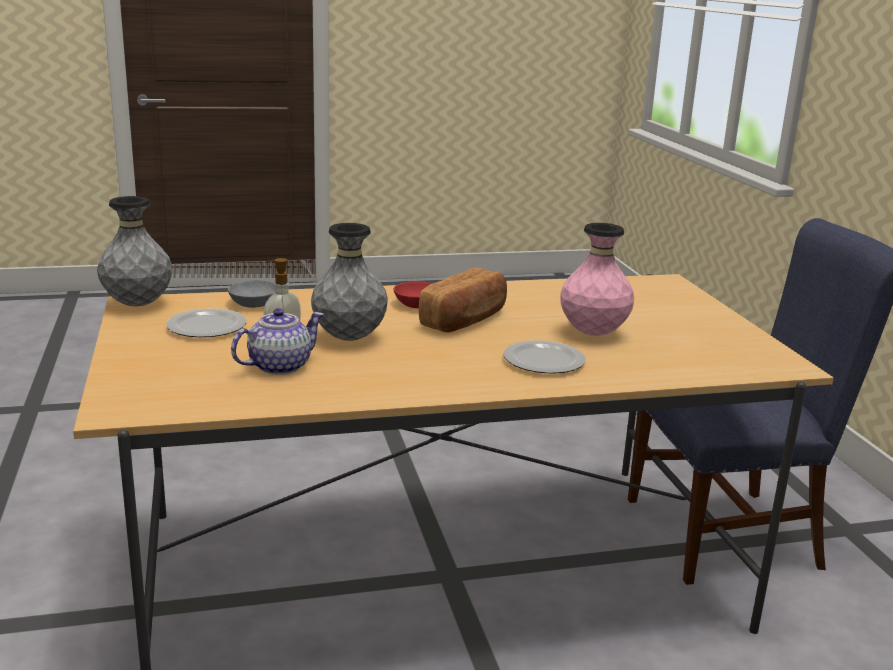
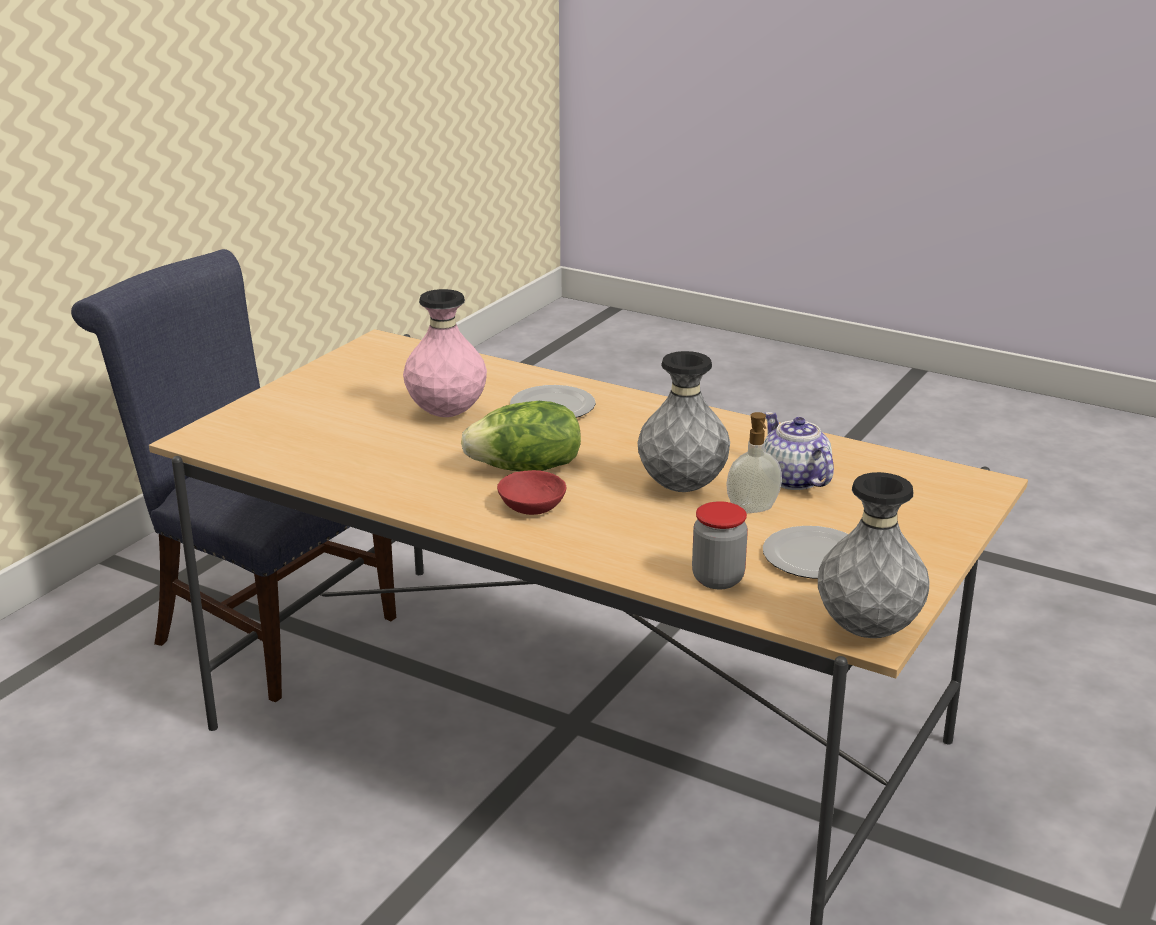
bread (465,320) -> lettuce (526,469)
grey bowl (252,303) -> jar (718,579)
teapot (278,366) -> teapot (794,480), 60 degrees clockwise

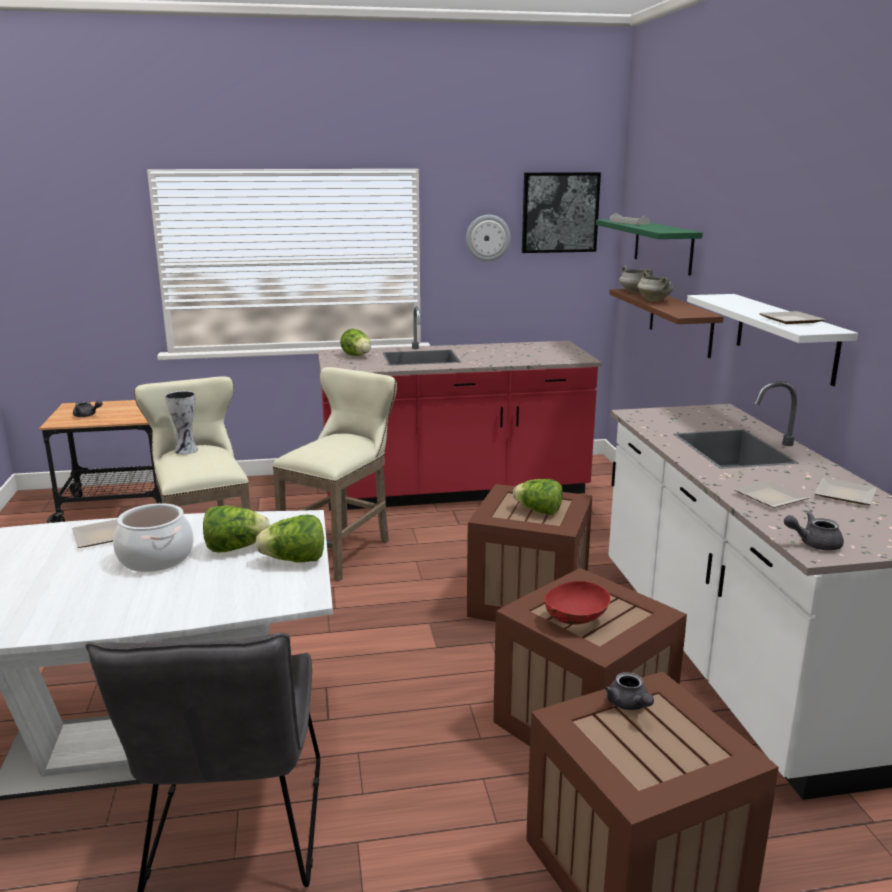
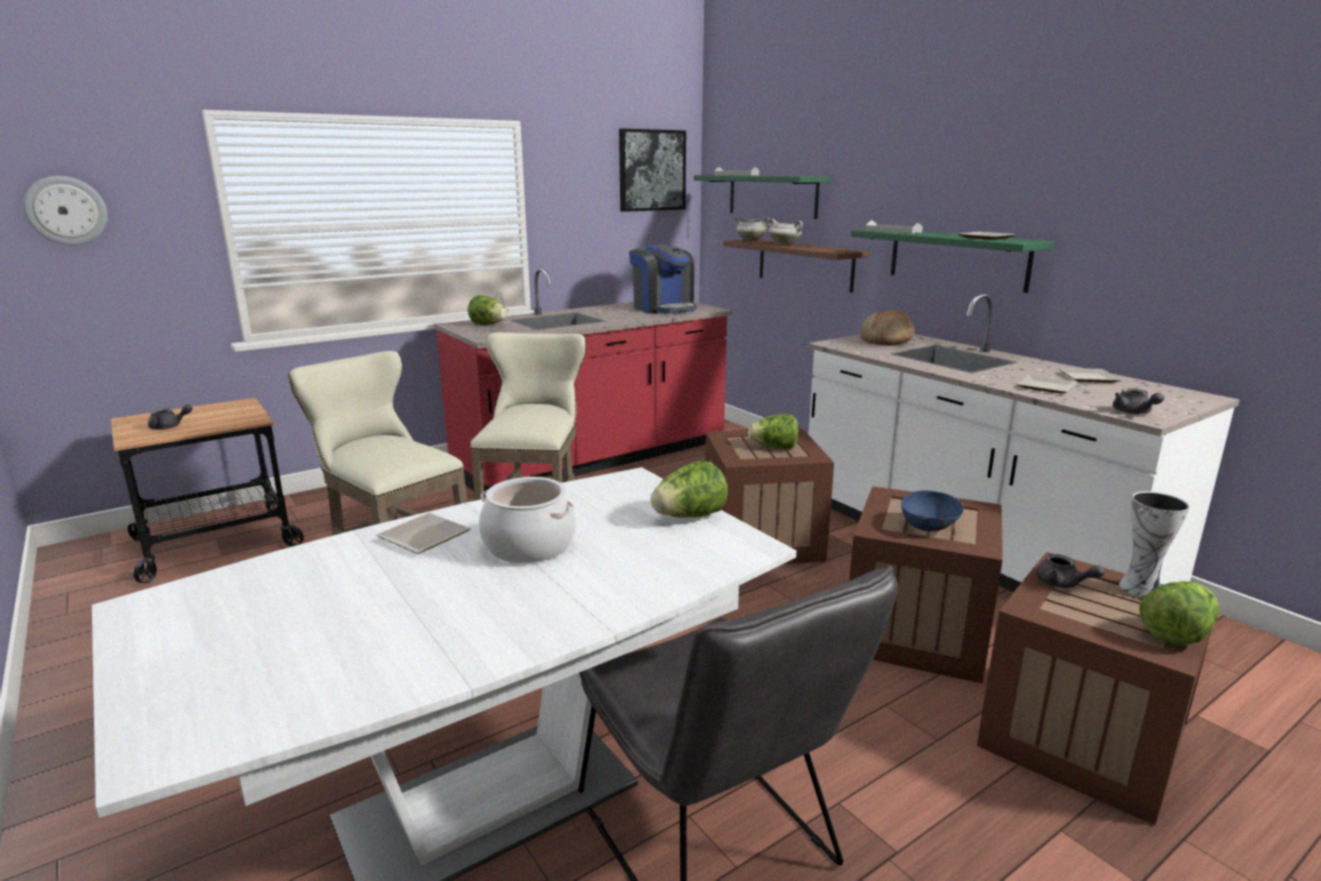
wall clock (487,238) -> wall clock (66,210), relocated
none -> coffee machine (664,308)
white shelf (785,337) -> green shelf (957,258)
none -> bread (886,341)
none -> grey tray (893,231)
red bowl (576,620) -> blue bowl (929,527)
grey teapot (813,544) -> grey teapot (1134,412), 75 degrees counterclockwise
vase (187,450) -> vase (1141,588), relocated
lettuce (235,548) -> lettuce (1176,634), relocated

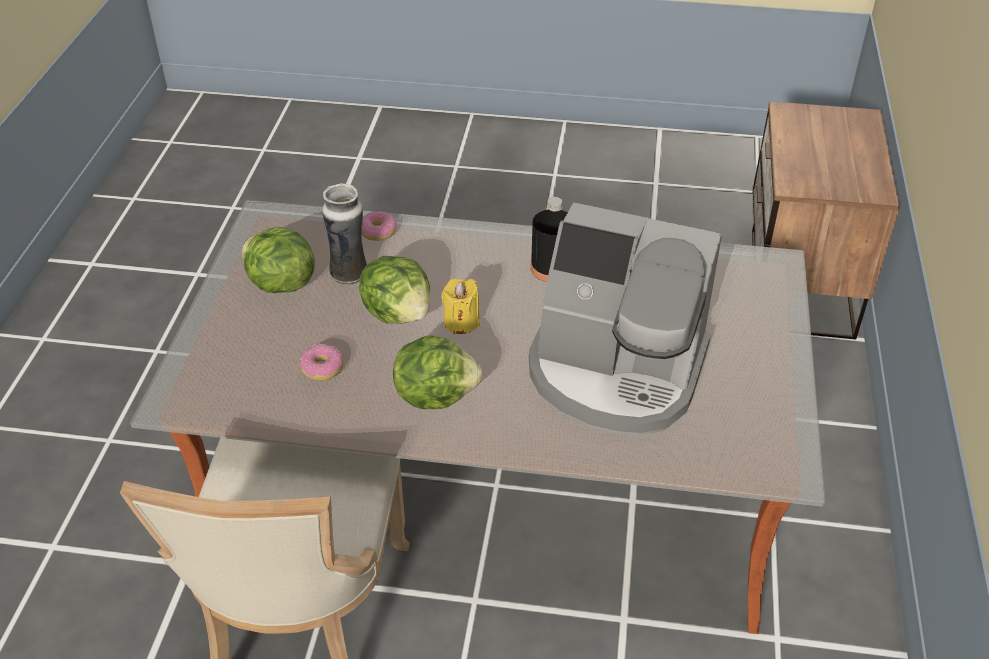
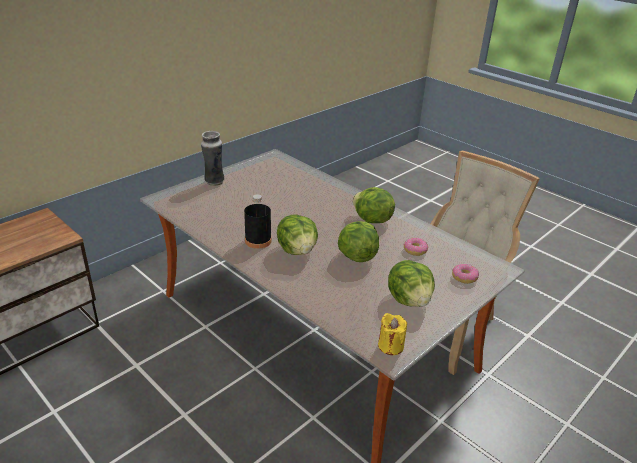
vase (349,275) -> vase (214,182), relocated
none -> lettuce (297,250)
yellow candle (461,322) -> yellow candle (390,346), relocated
donut (378,232) -> donut (464,277), relocated
coffee machine (616,372) -> none

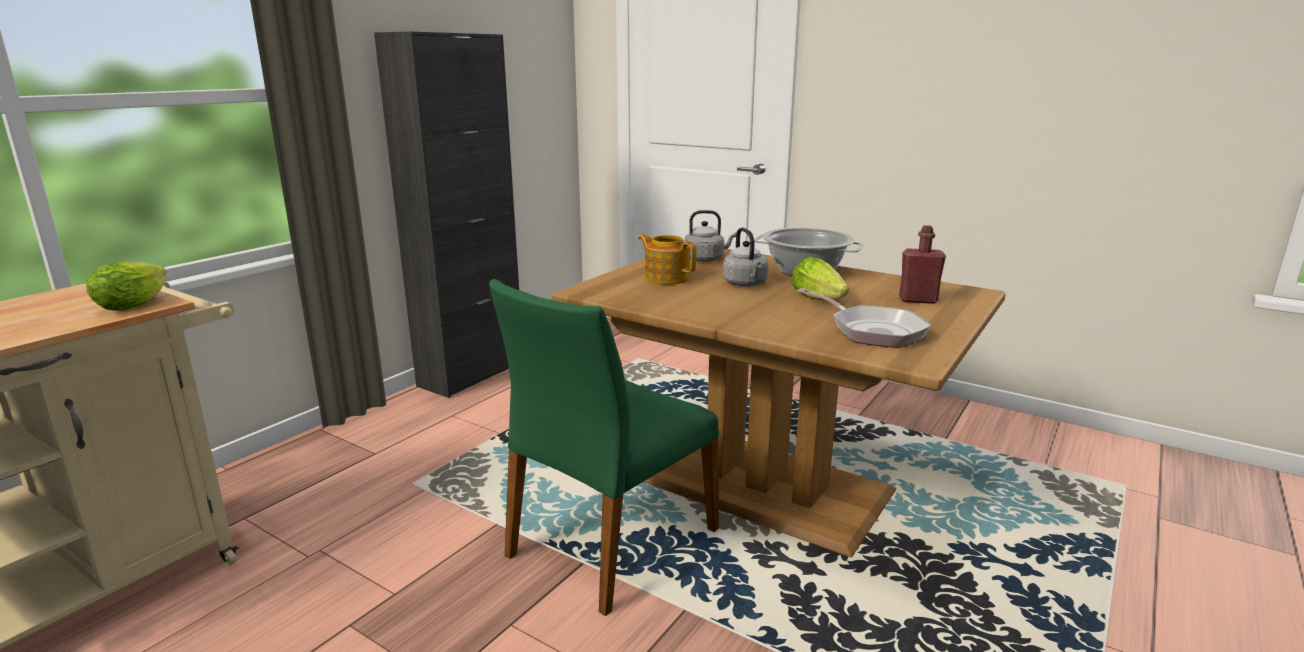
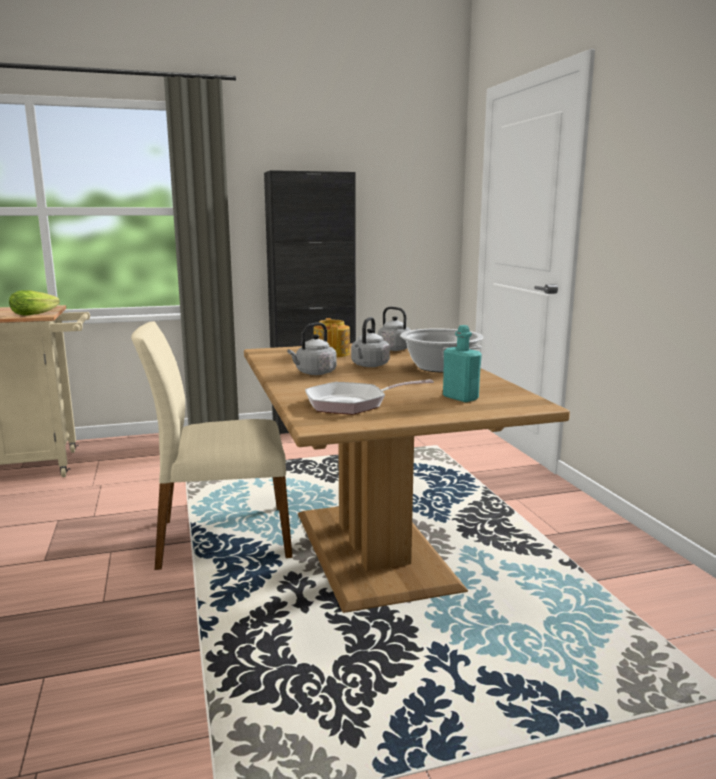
green chair (609,542) -> beige chair (222,537)
none -> grey kettle (314,373)
frying pan (871,331) -> frying pan (352,404), 75 degrees clockwise
red bottle (918,300) -> turquoise bottle (460,398)
lettuce (820,298) -> none

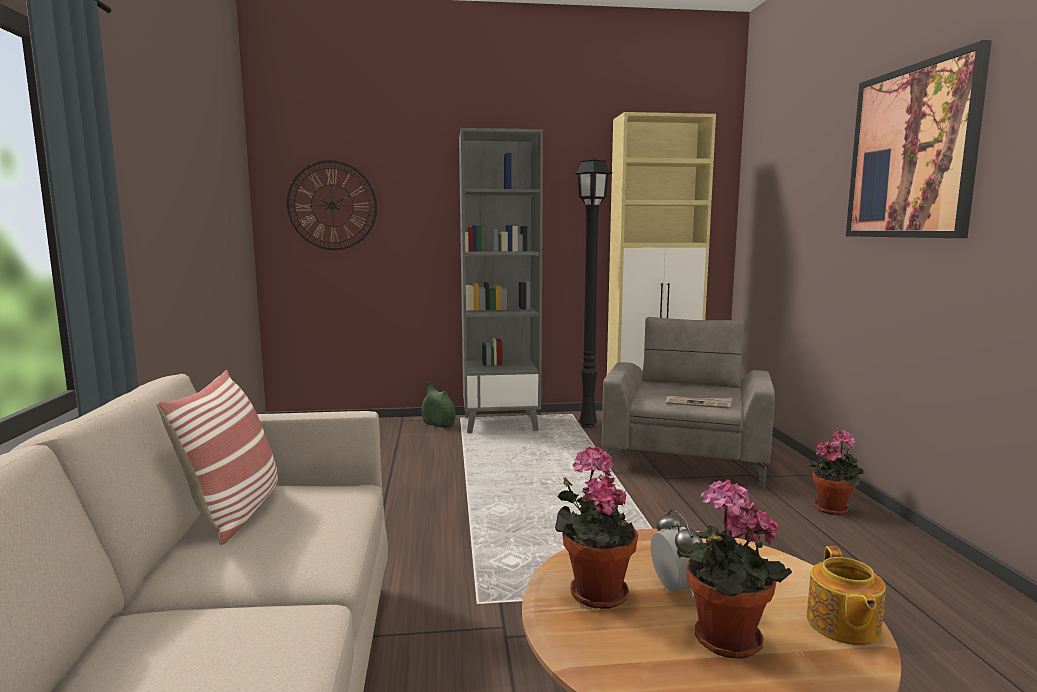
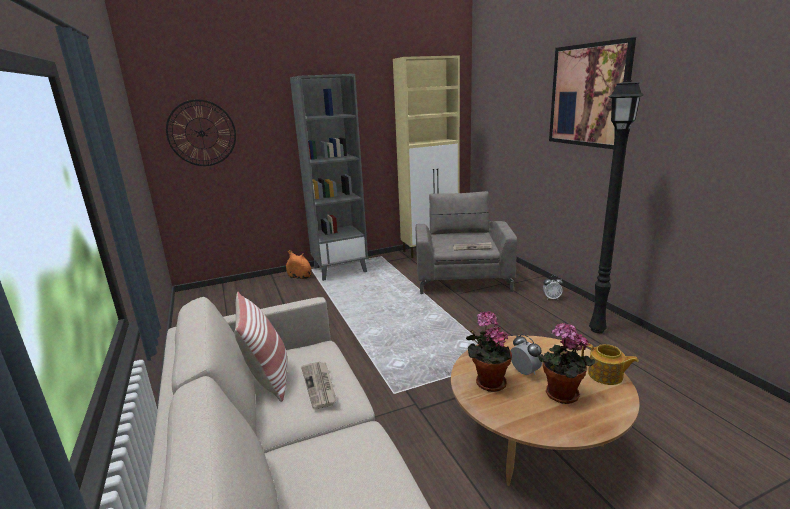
green vase (438,424) -> orange vase (299,277)
none -> newspaper (319,386)
potted plant (833,508) -> alarm clock (551,298)
teapot (842,625) -> teapot (606,375), 45 degrees counterclockwise
black floor lamp (589,426) -> black floor lamp (598,330), relocated

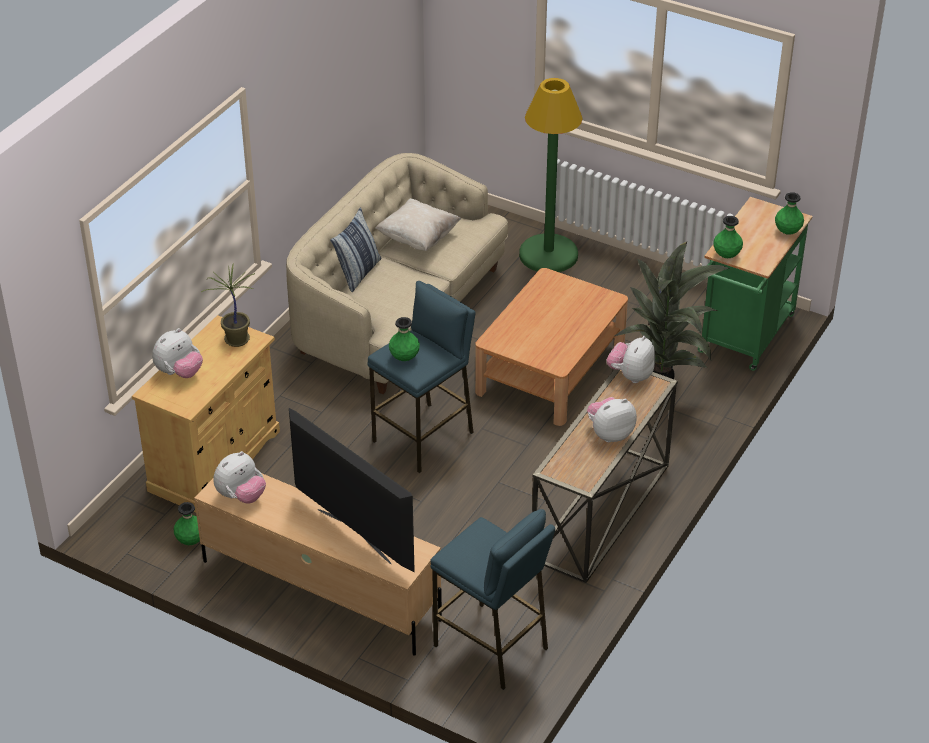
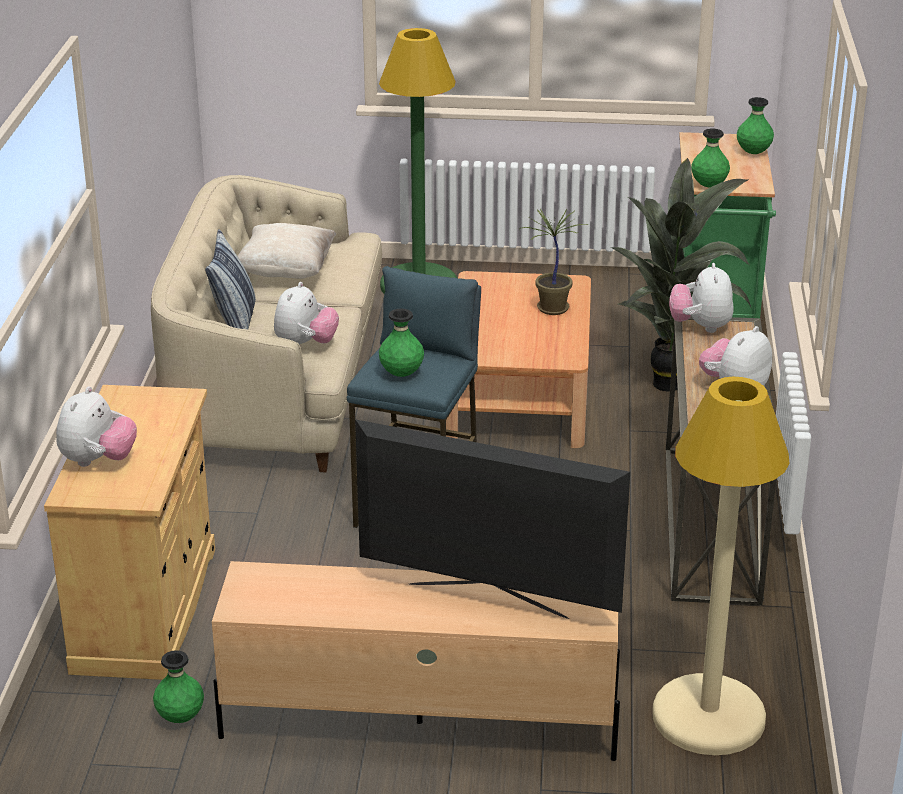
plush toy (241,496) -> plush toy (305,344), relocated
potted plant (235,340) -> potted plant (551,309), relocated
blue stool (491,647) -> beige floor lamp (708,717)

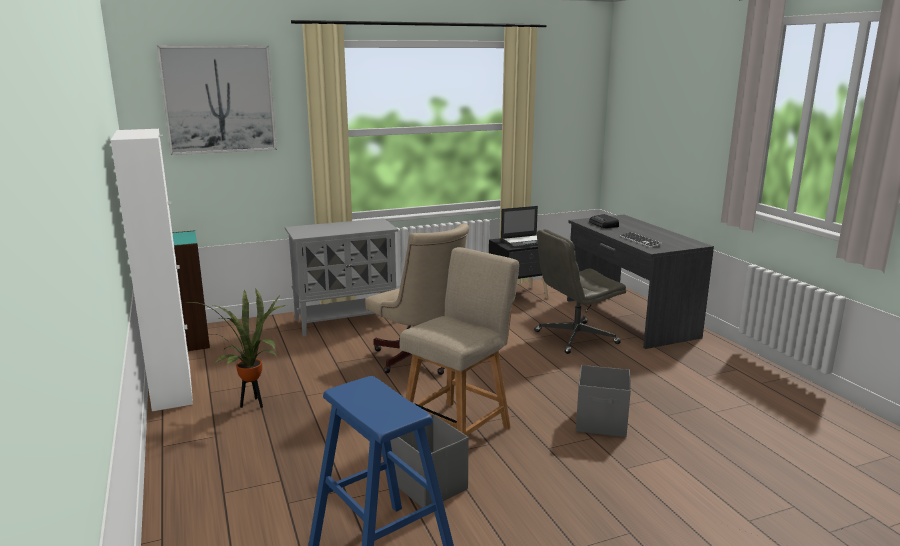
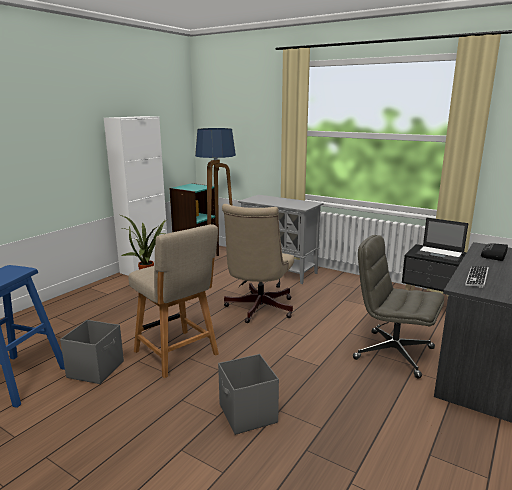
beige chair (459,428) -> beige chair (178,354), 45 degrees clockwise
none -> floor lamp (218,261)
picture (219,99) -> none

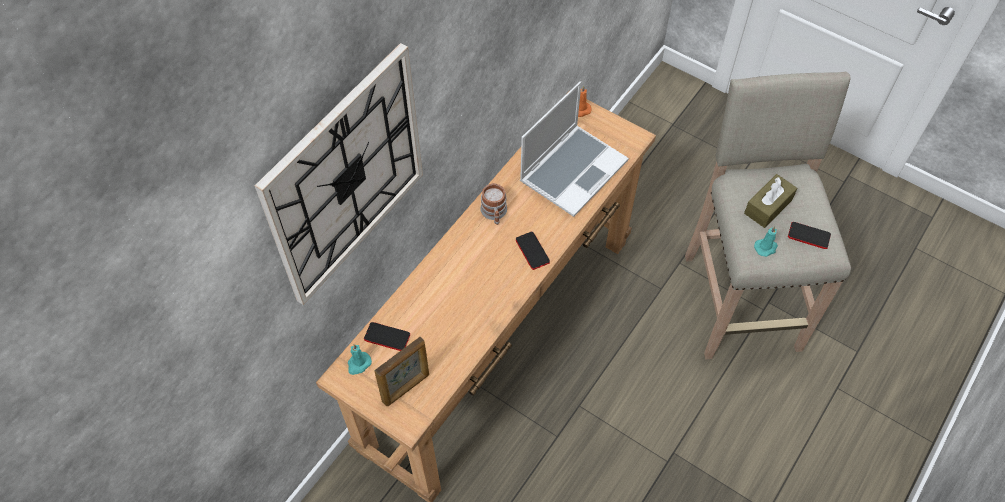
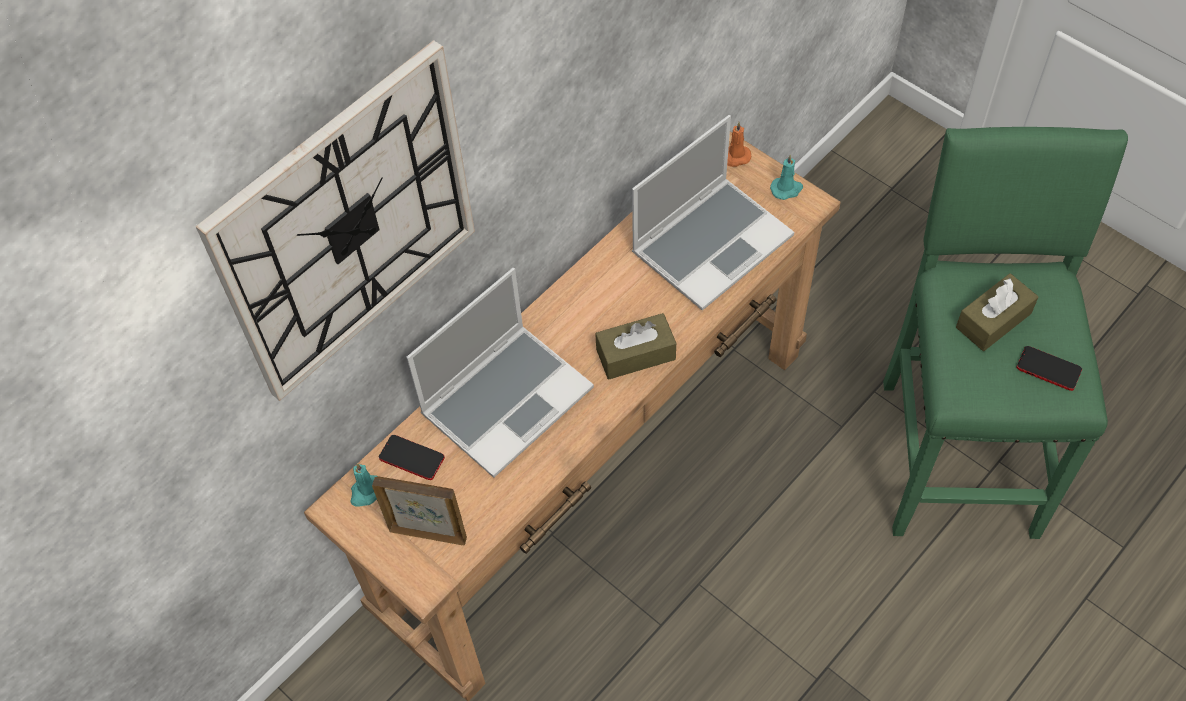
picture frame (406,388) -> picture frame (428,533), 135 degrees counterclockwise
none -> laptop (507,399)
phone (532,251) -> brown tissue box (635,354)
turquoise candle (766,247) -> turquoise candle (787,189), relocated
beige stool (740,299) -> green stool (957,452)
mug (494,213) -> none

